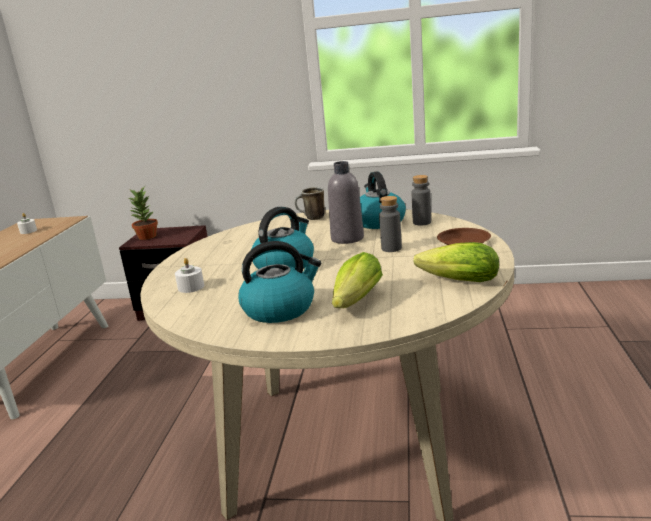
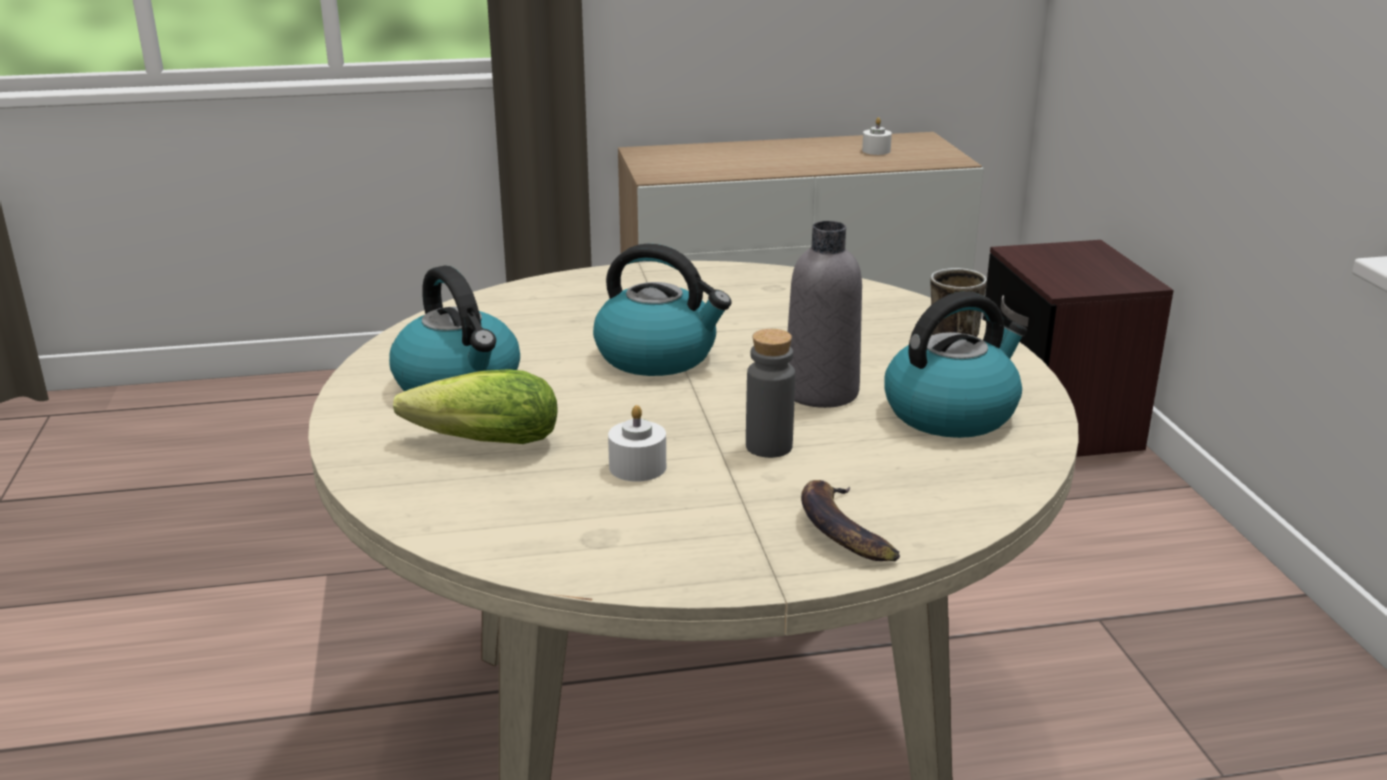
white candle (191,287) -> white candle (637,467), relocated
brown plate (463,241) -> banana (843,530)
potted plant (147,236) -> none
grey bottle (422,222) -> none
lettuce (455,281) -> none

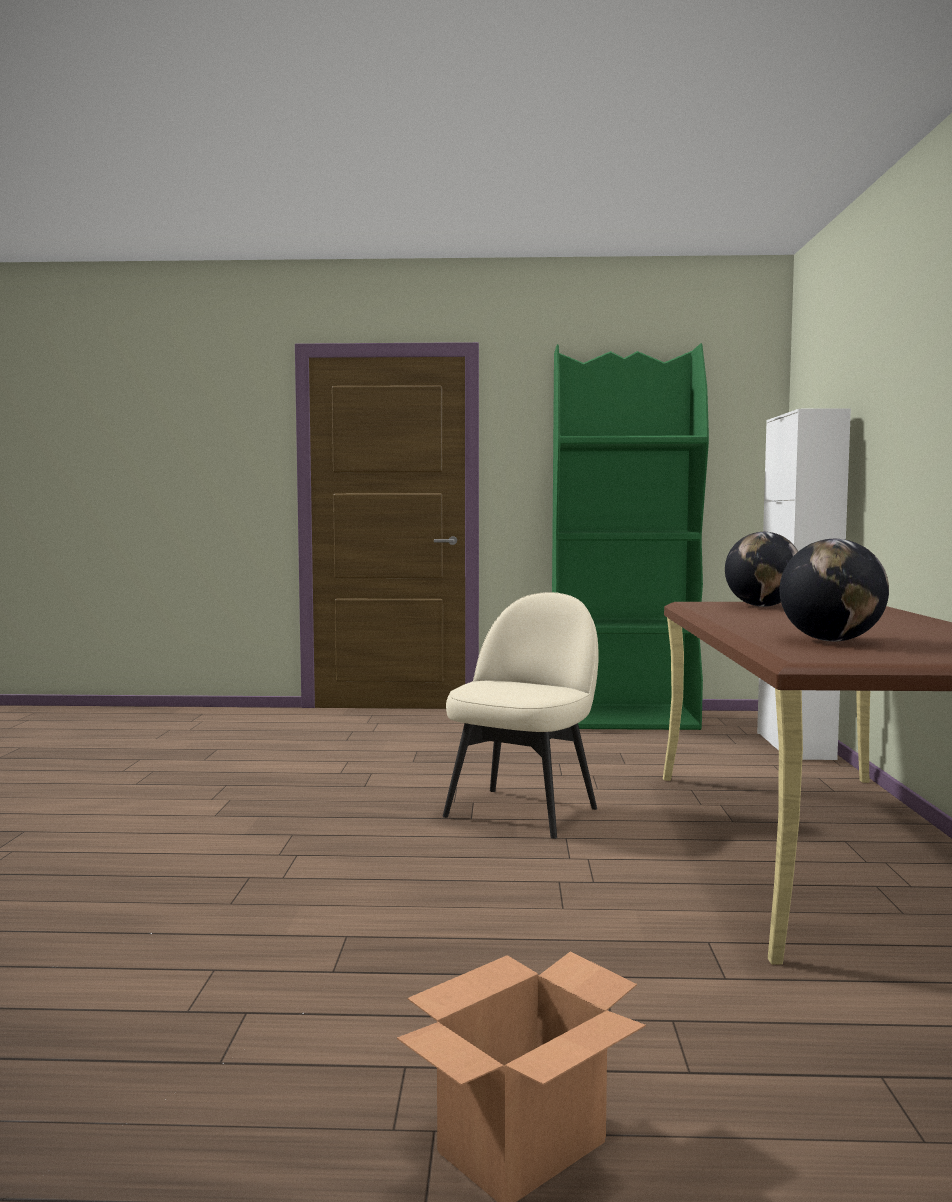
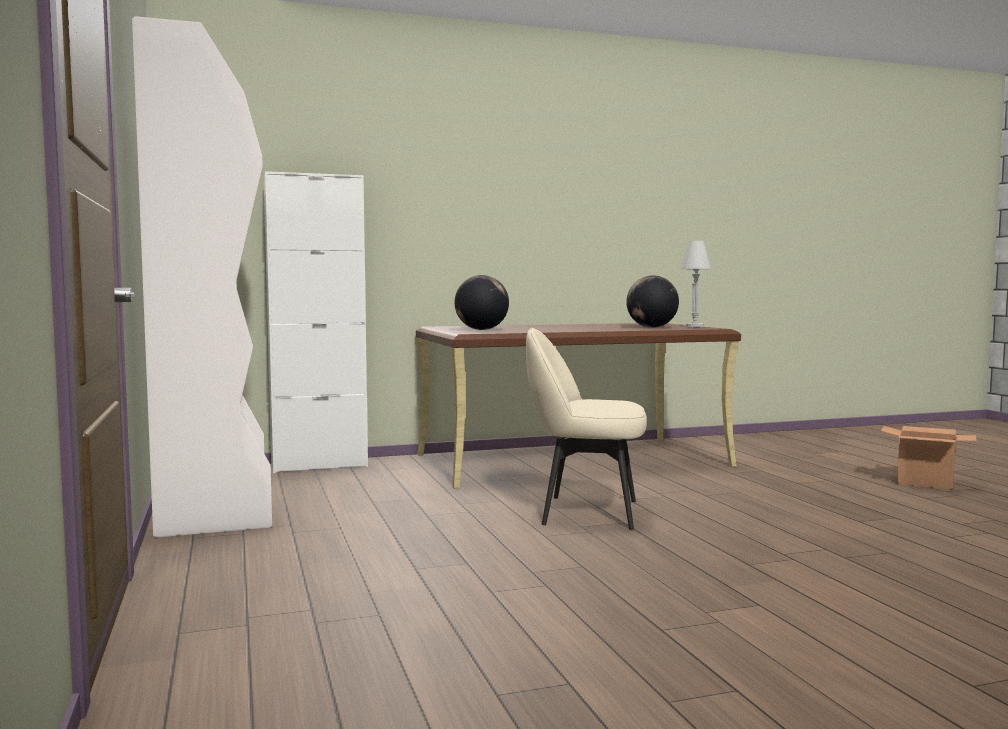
green bookcase (624,719) -> white bookcase (214,508)
none -> white table lamp (694,326)

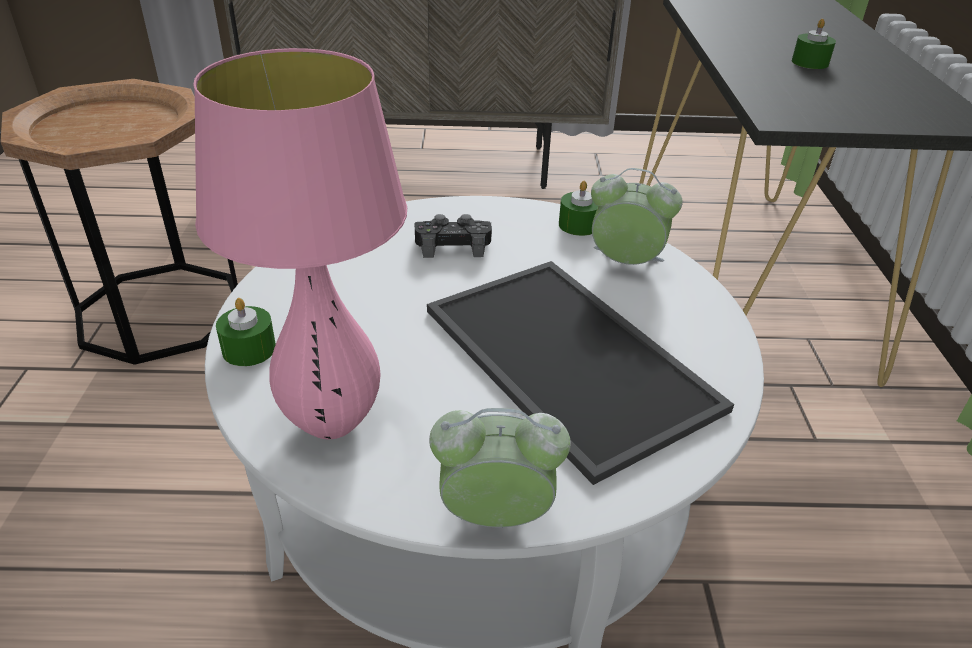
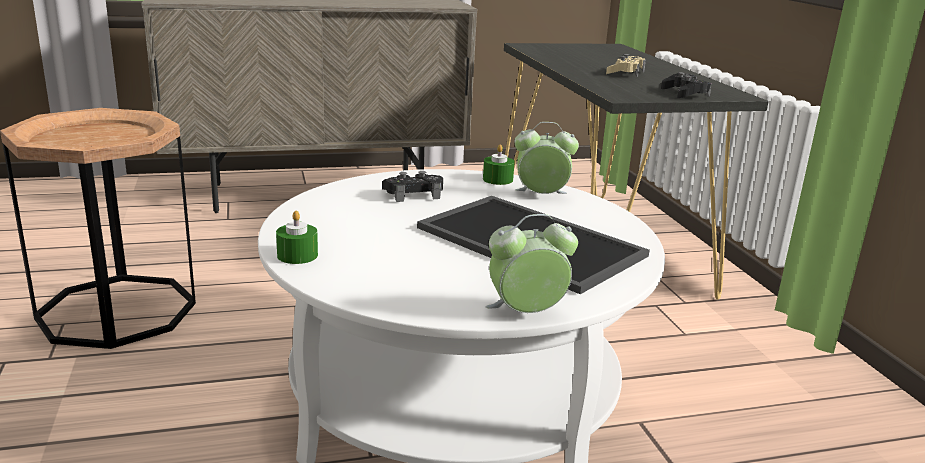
green candle (810,63) -> beige game controller (625,73)
none -> black game controller (684,93)
pink table lamp (331,422) -> none

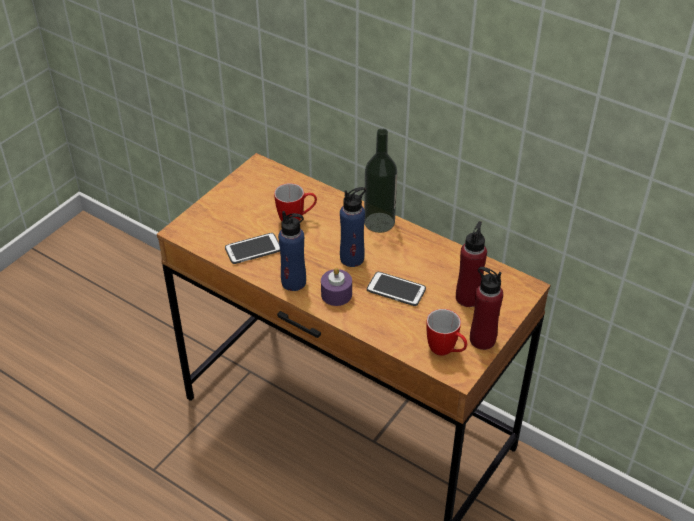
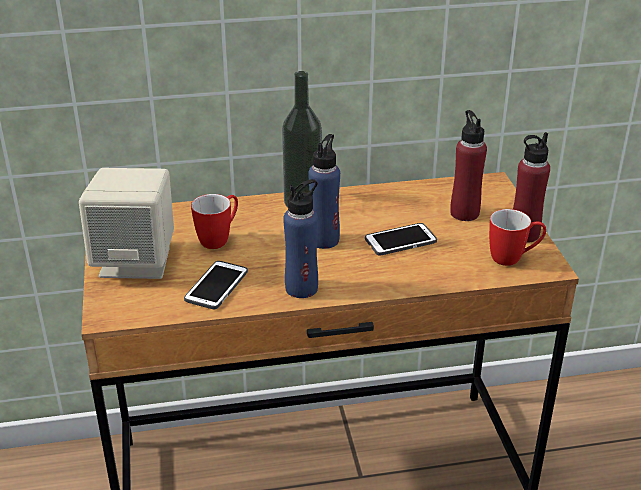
none -> beige speaker (136,261)
purple candle (336,294) -> none

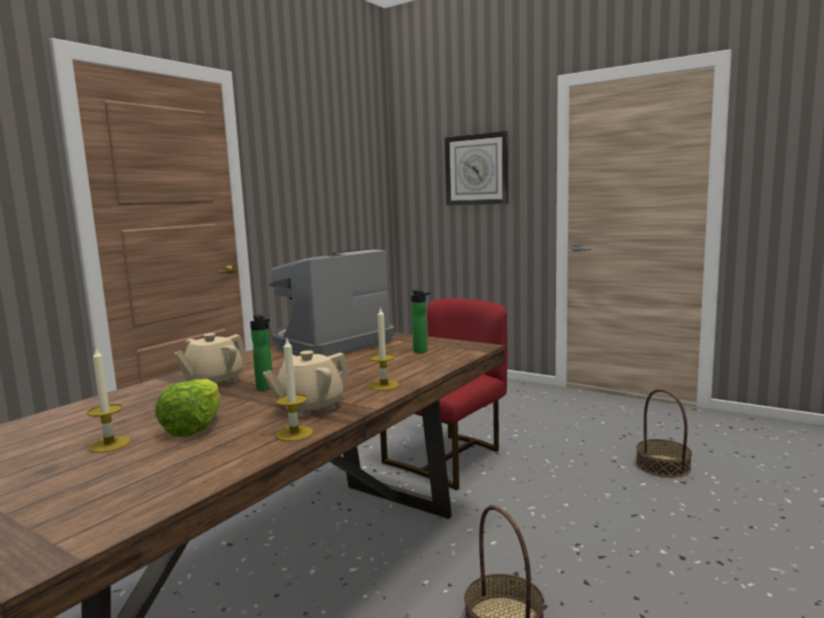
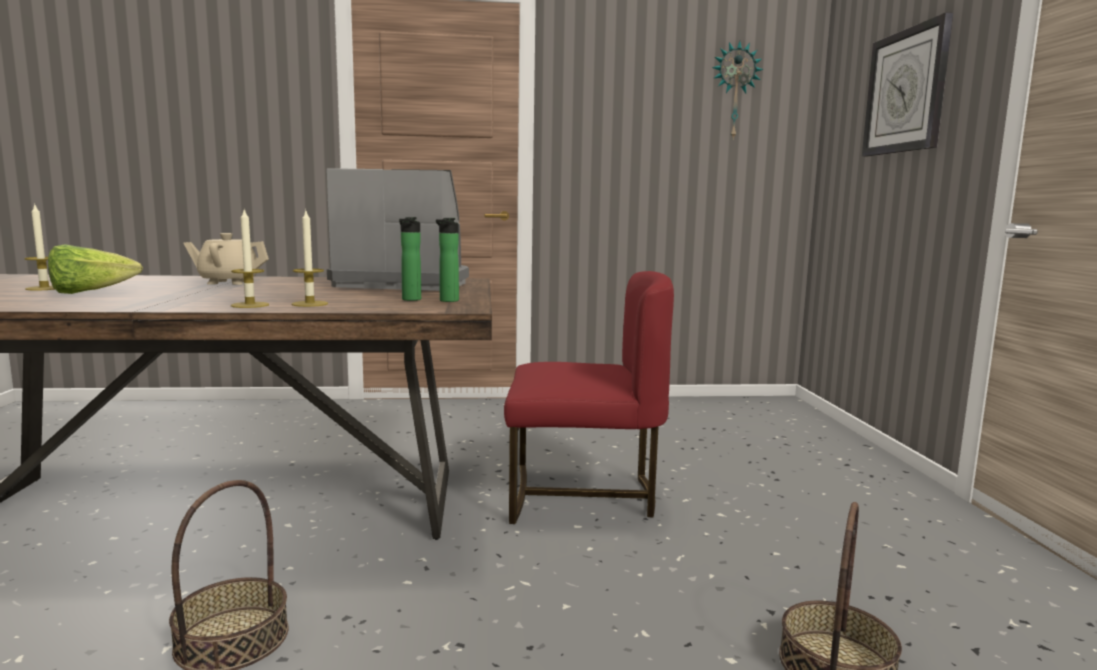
candle (294,433) -> candle (310,304), relocated
bottle (266,388) -> bottle (447,301), relocated
none -> wall clock (734,91)
beige teapot (309,407) -> none

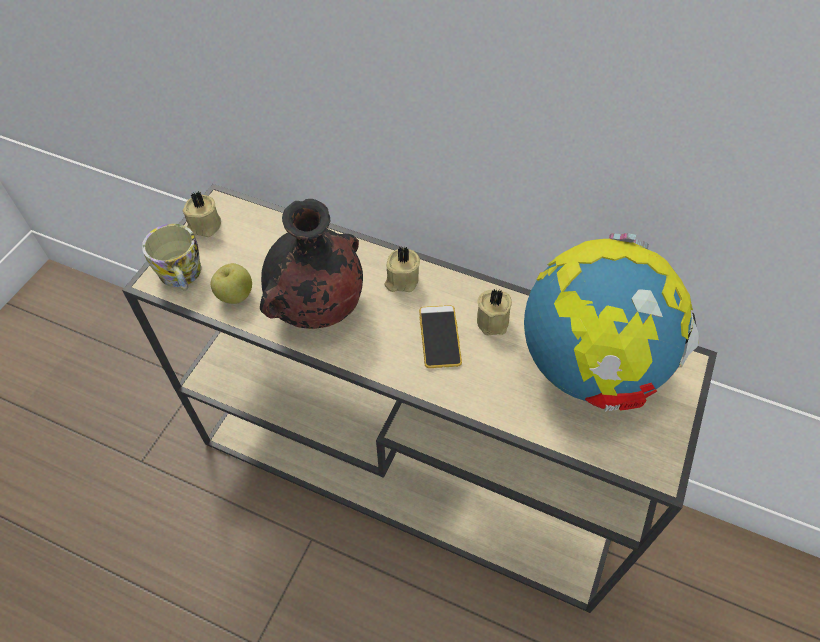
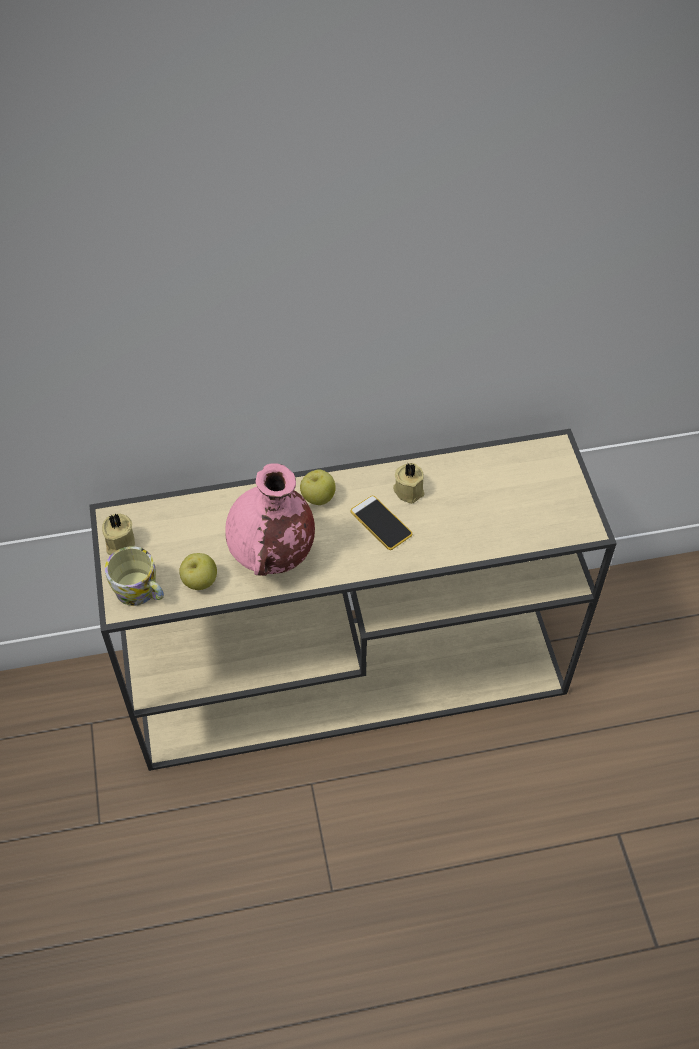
black vase (316,308) -> pink vase (272,555)
beige candle (401,280) -> apple (318,497)
globe (589,367) -> none

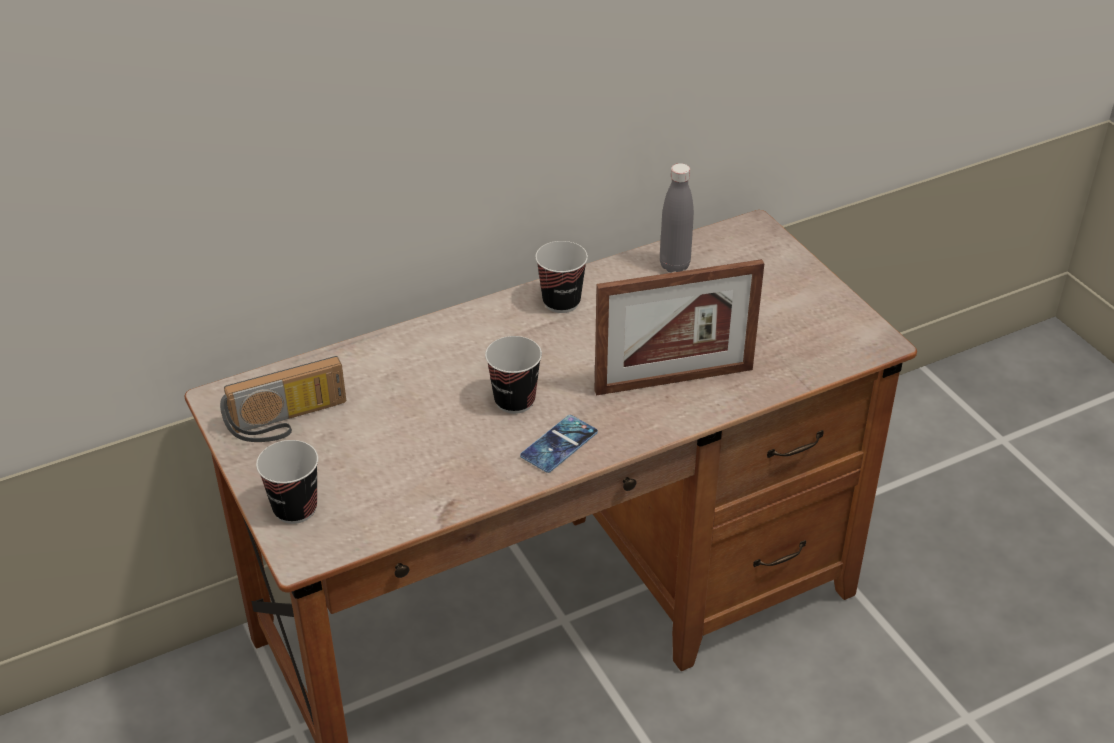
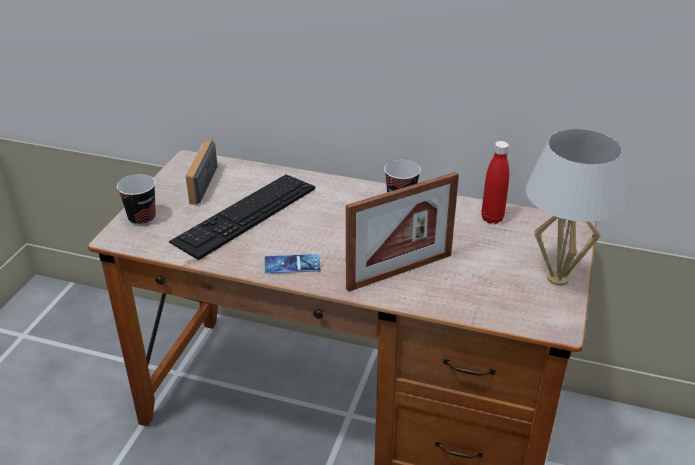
none -> keyboard (245,214)
radio (288,422) -> radio (197,183), 75 degrees clockwise
picture frame (674,380) -> picture frame (399,271), 60 degrees counterclockwise
grey bottle (674,265) -> red bottle (492,218)
none -> white table lamp (557,278)
cup (514,401) -> none

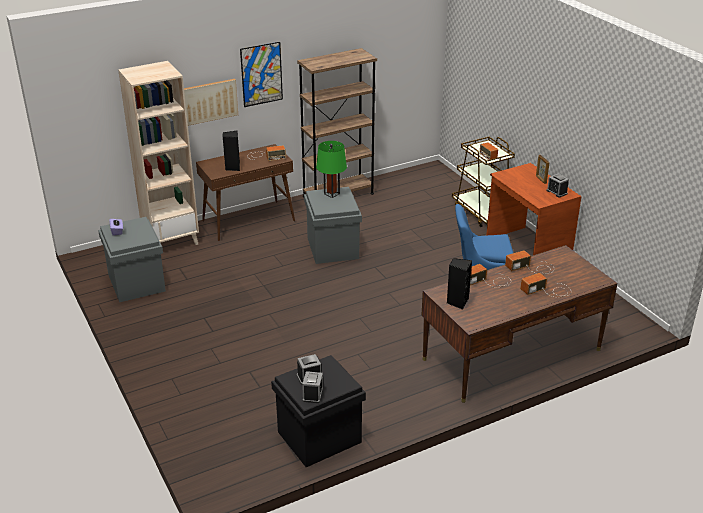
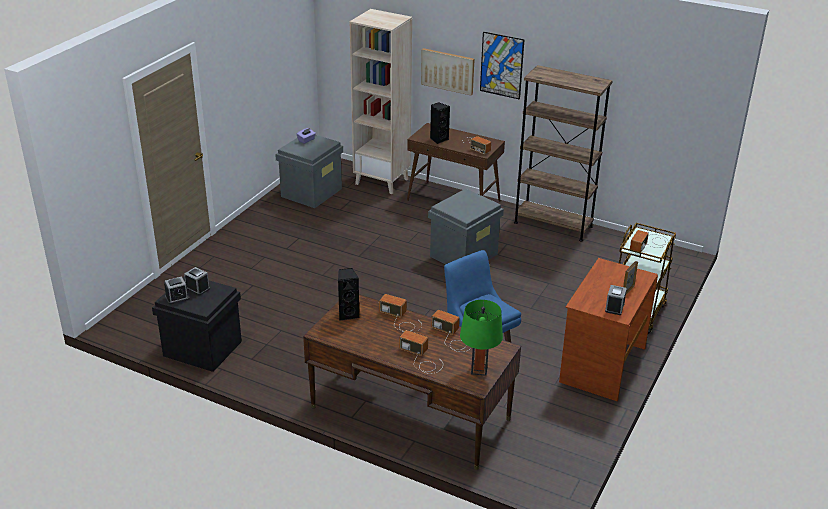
green table lamp (332,194) -> green table lamp (479,369), relocated

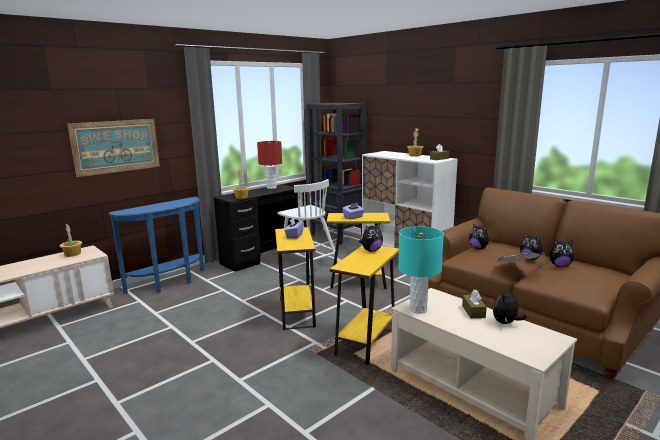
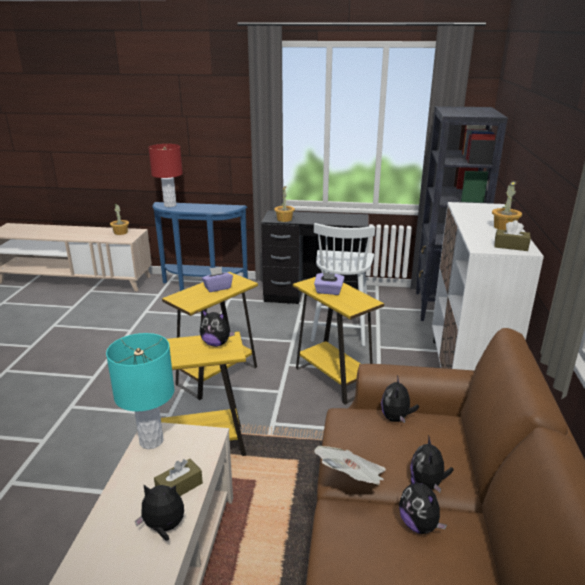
red table lamp (271,187) -> red table lamp (170,205), relocated
picture (116,146) -> none

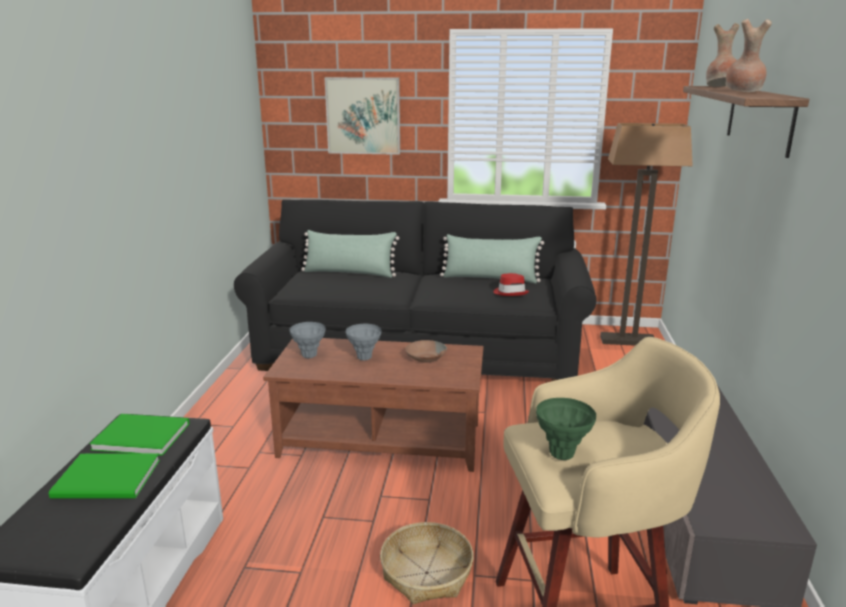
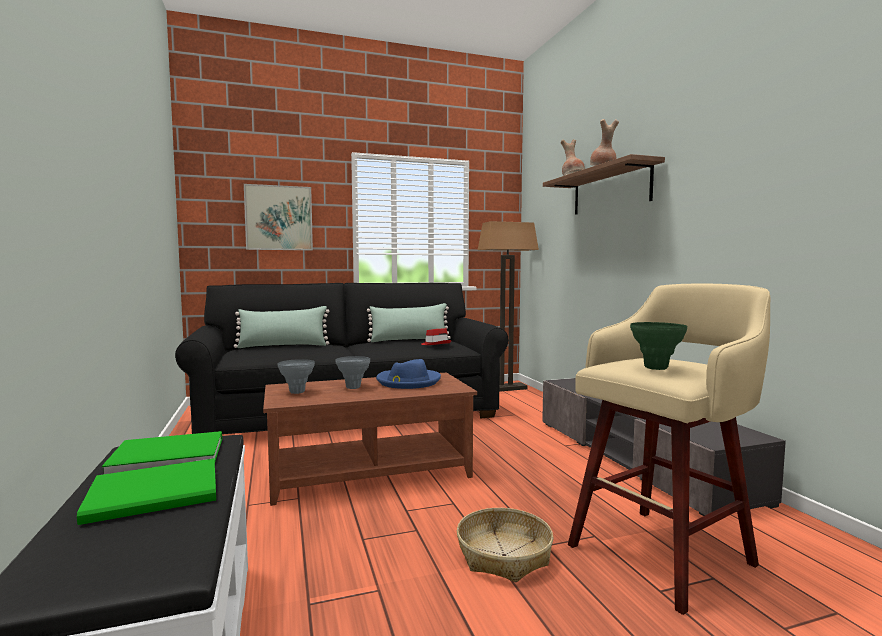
brown bowl (425,357) -> blue hat (408,382)

